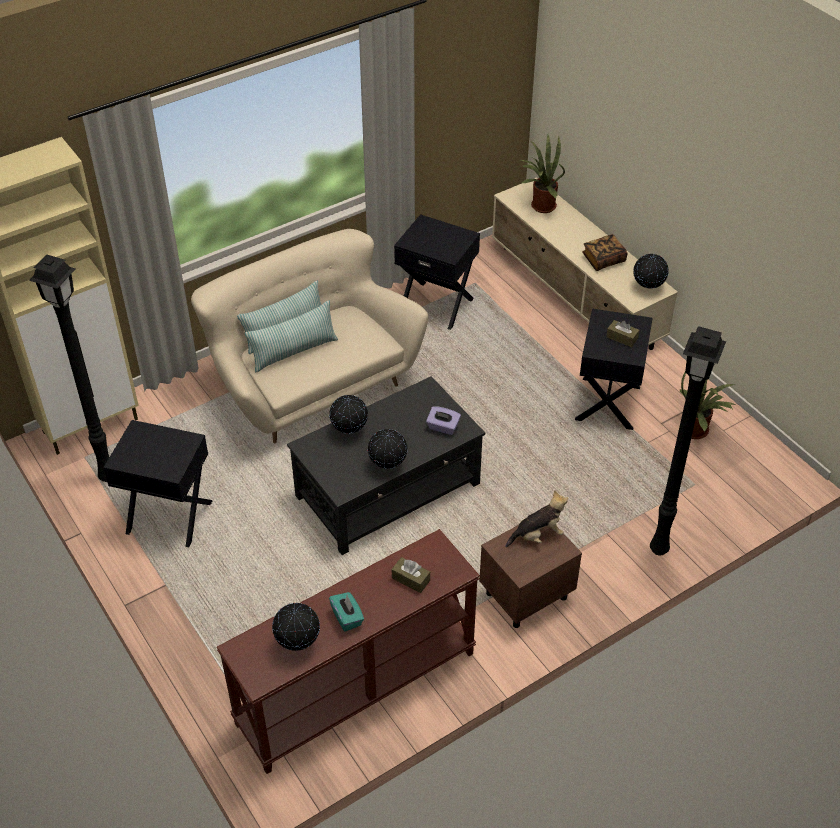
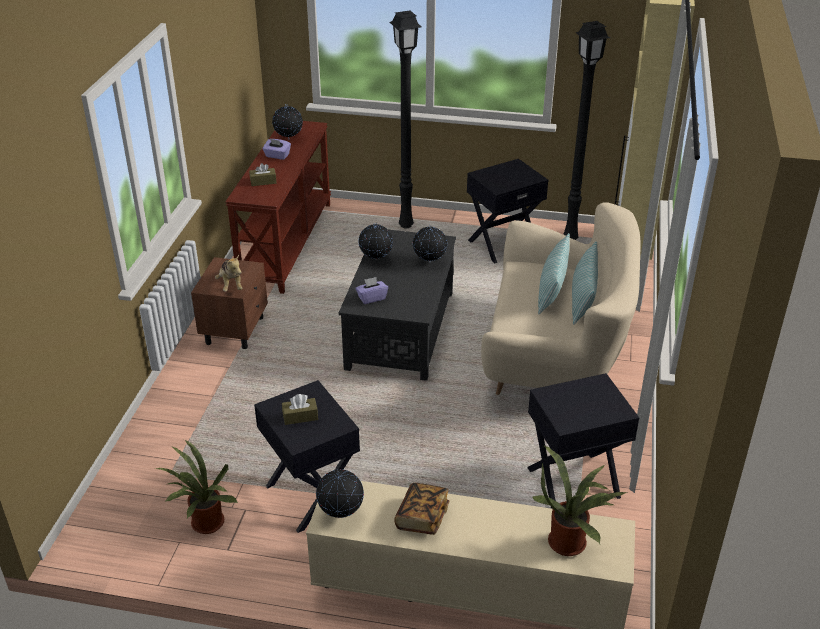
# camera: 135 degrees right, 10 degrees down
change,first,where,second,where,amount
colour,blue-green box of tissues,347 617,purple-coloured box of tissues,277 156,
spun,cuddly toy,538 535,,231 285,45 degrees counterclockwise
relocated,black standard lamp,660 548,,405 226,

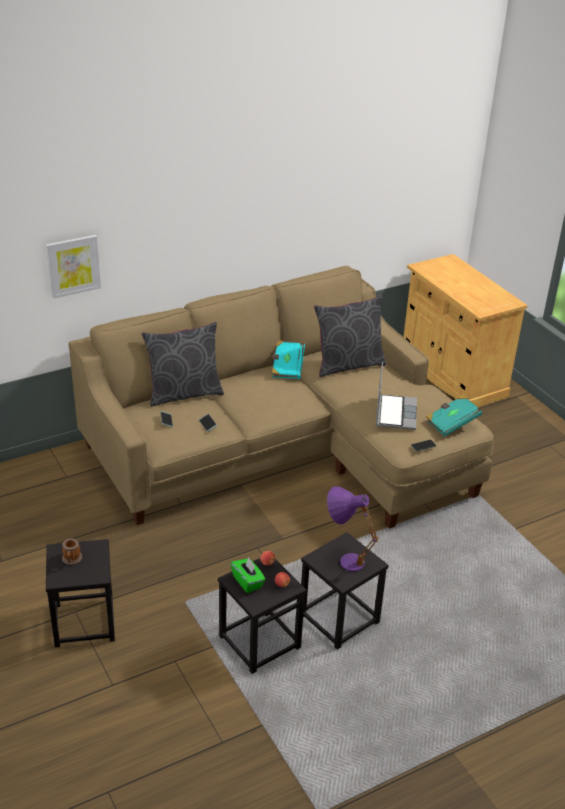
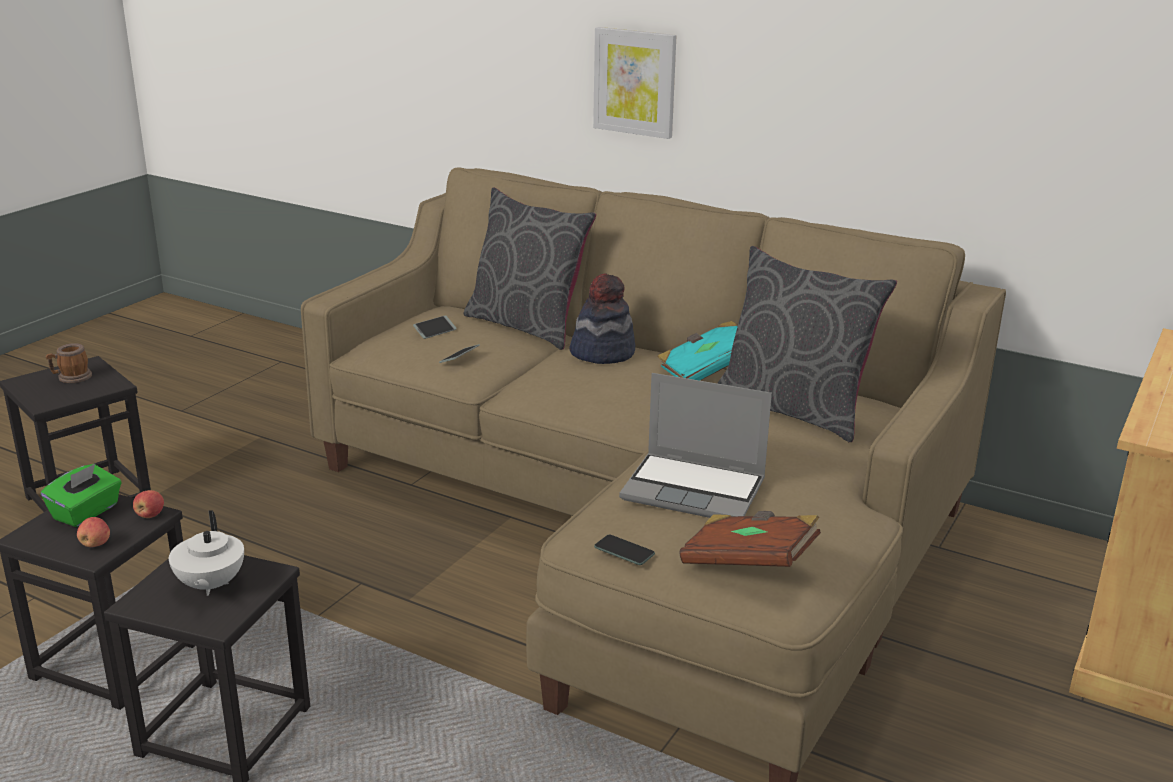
# camera: 60 degrees right, 10 degrees down
change,first,where,second,where,amount
relocated,wall picture,73 265,,635 82,
exchanged,purple-coloured tabletop lamp,344 558,white-coloured tea pot,210 585,
spun,laptop,395 413,,695 489,45 degrees clockwise
colour,blue-green bound book,452 423,brown-coloured bound book,748 562,
appeared,,,wearable hat,602 353,

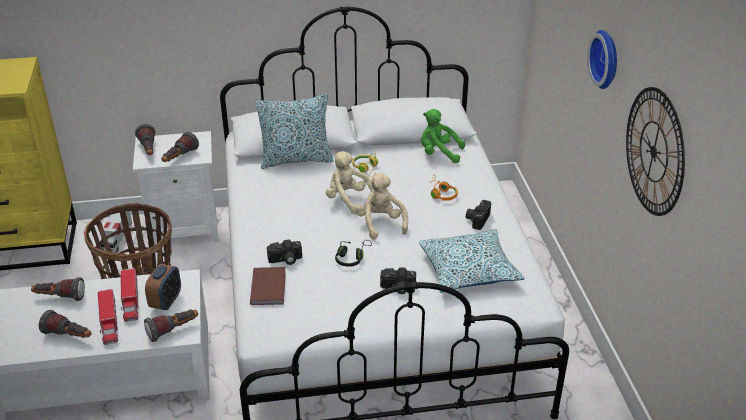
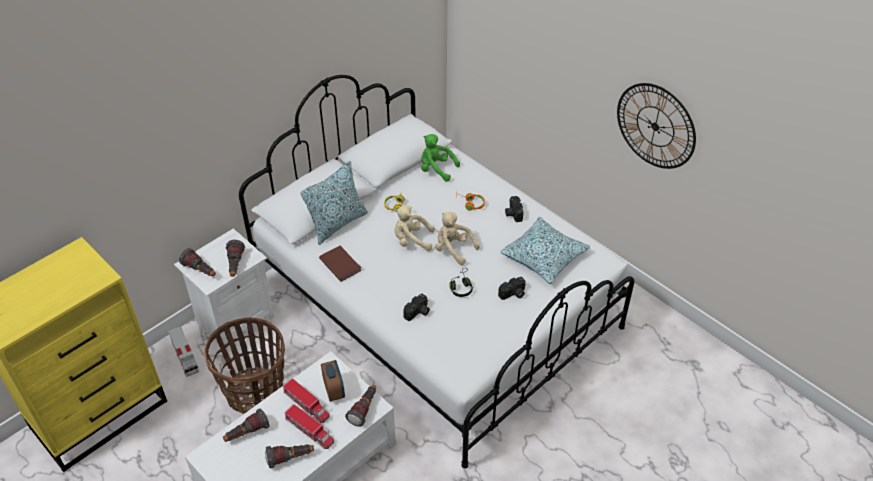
# camera: 35 degrees left, 10 degrees up
change,first,where,second,where,amount
relocated,brown-coloured bound book,269 287,,341 264,
spun,greenish cuddly toy,439 153,,436 169,45 degrees clockwise
missing,clock on the wall,607 59,,,

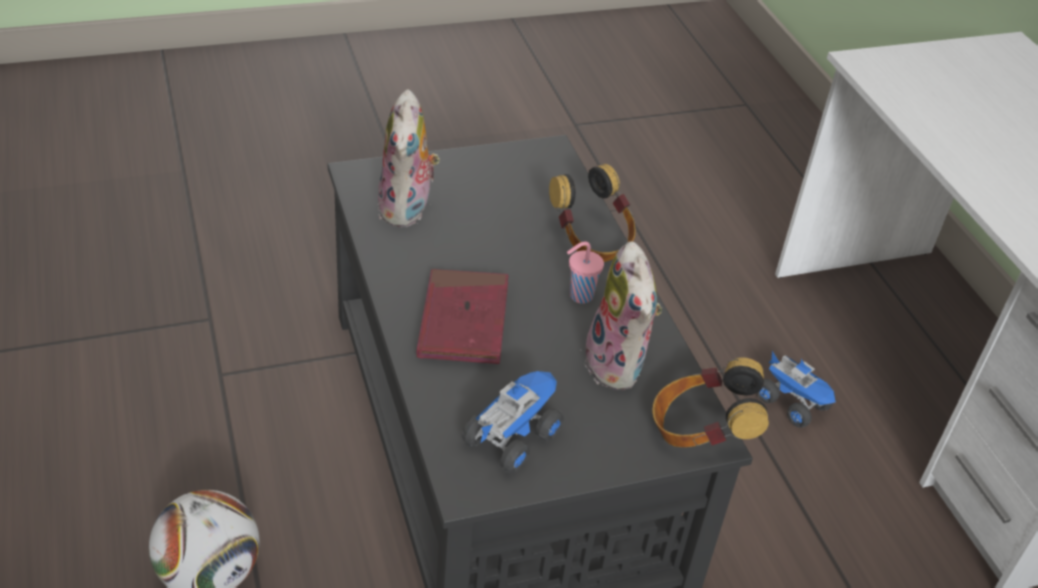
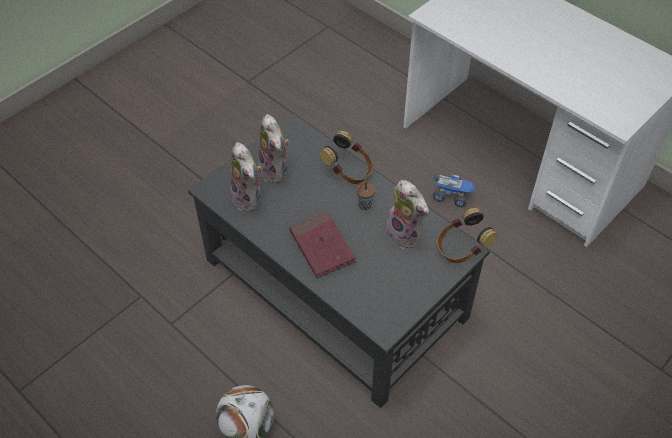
# camera: 25 degrees left, 10 degrees up
change,first,where,second,where,amount
missing,toy truck,512 437,,,
colour,pink-coloured drinking cup,579 296,brown-coloured drinking cup,364 205,
appeared,,,cuddly toy,276 170,

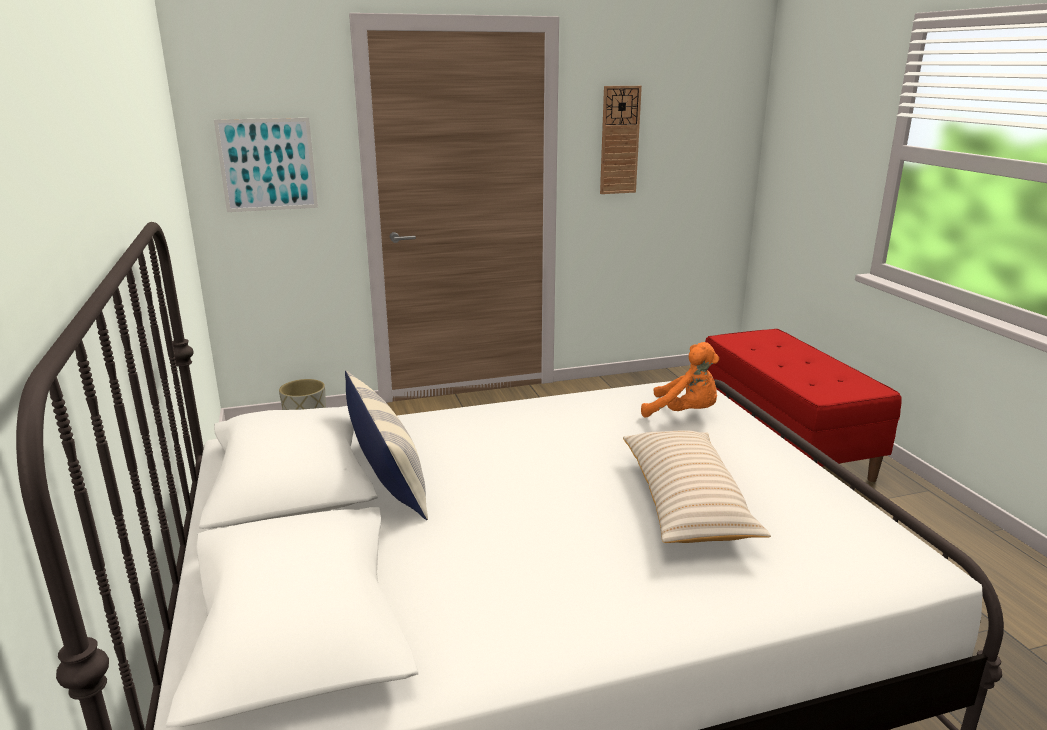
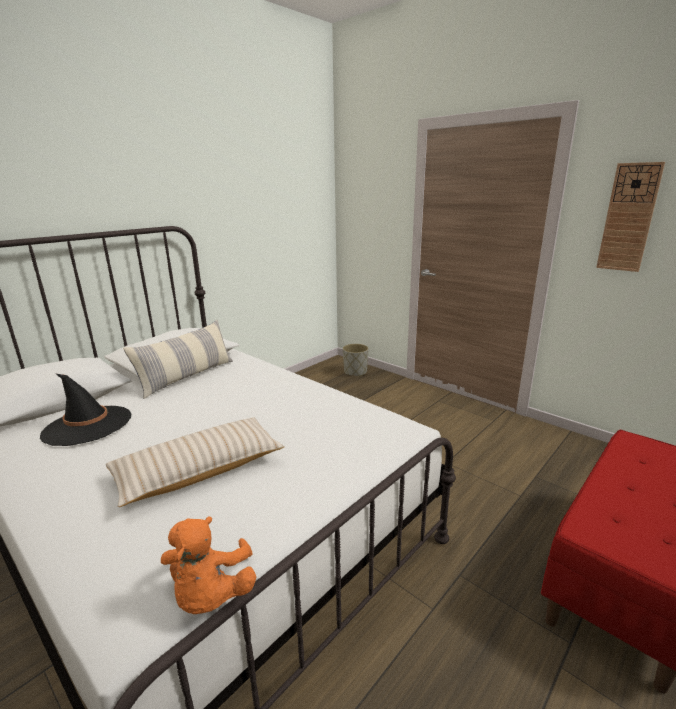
# camera: 60 degrees right, 0 degrees up
change,first,where,second,where,amount
missing,wall picture,267 165,,,
relocated,orange cuddly toy,684 413,,211 594,
appeared,,,black wearable hat,87 425,

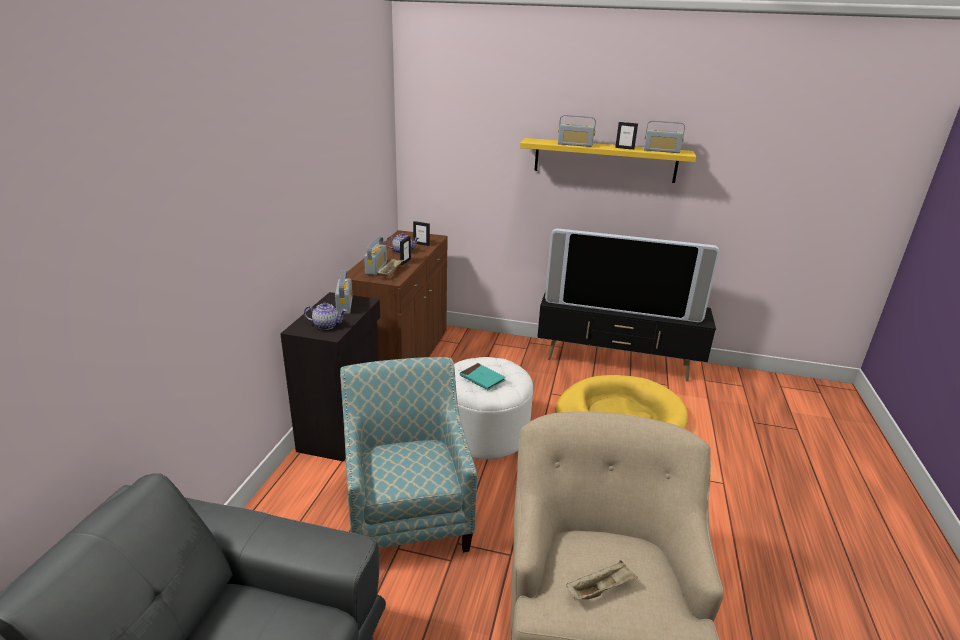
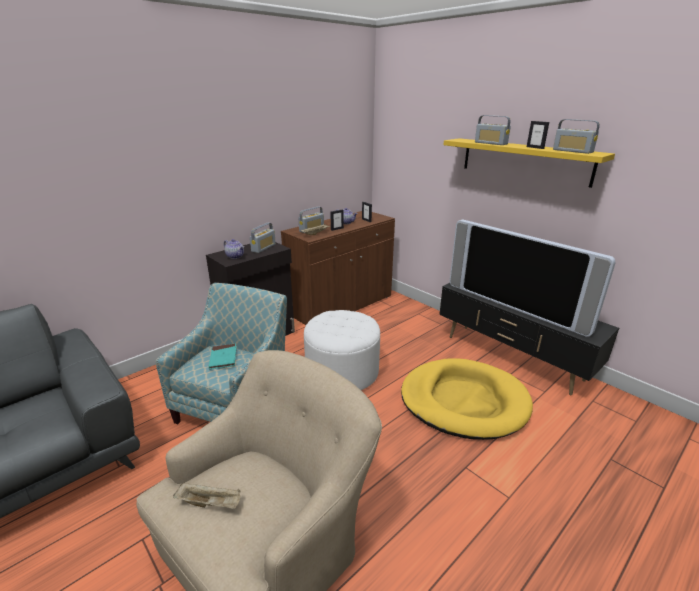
# camera: 35 degrees right, 0 degrees up
change,first,where,second,where,amount
relocated,blue-green bound book,482 378,,223 358,

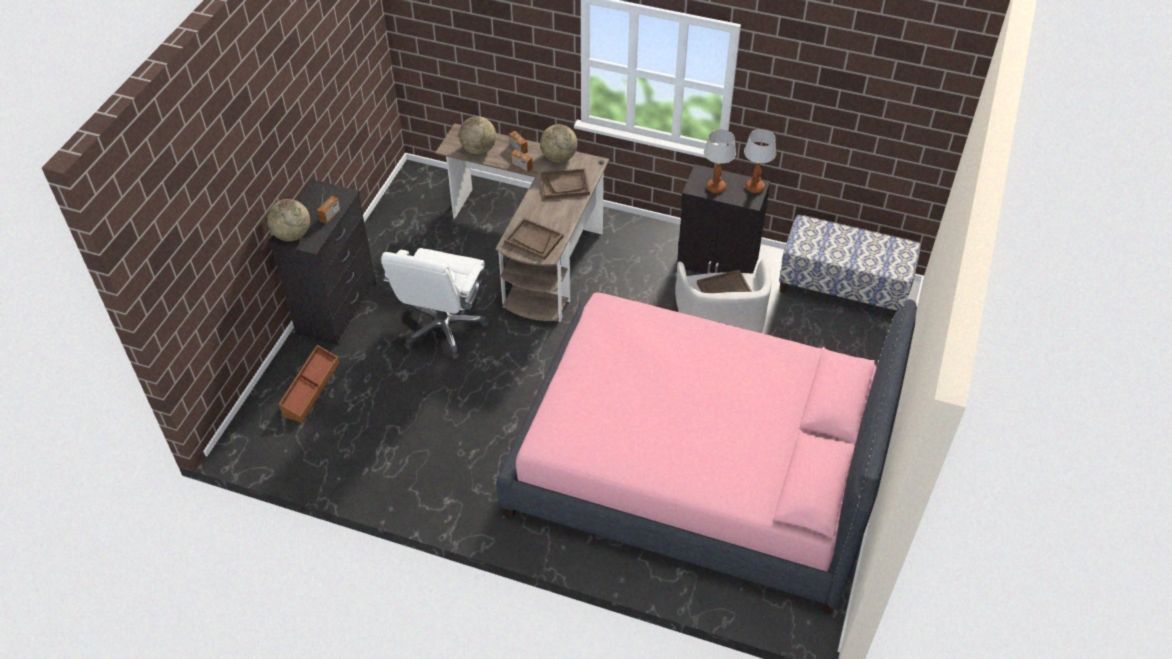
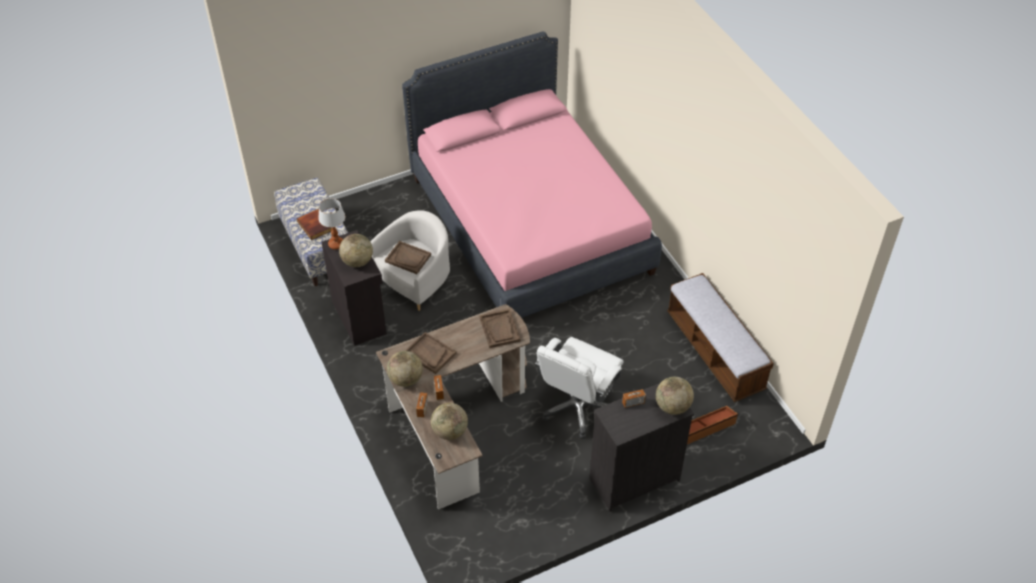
# camera: 135 degrees left, 0 degrees up
change,first,where,second,where,amount
spun,white-coloured desk chair,443 328,,577 407,150 degrees clockwise
exchanged,tabletop lamp,715 187,world globe,357 261,
appeared,,,bound book,316 226,
appeared,,,bench,715 352,

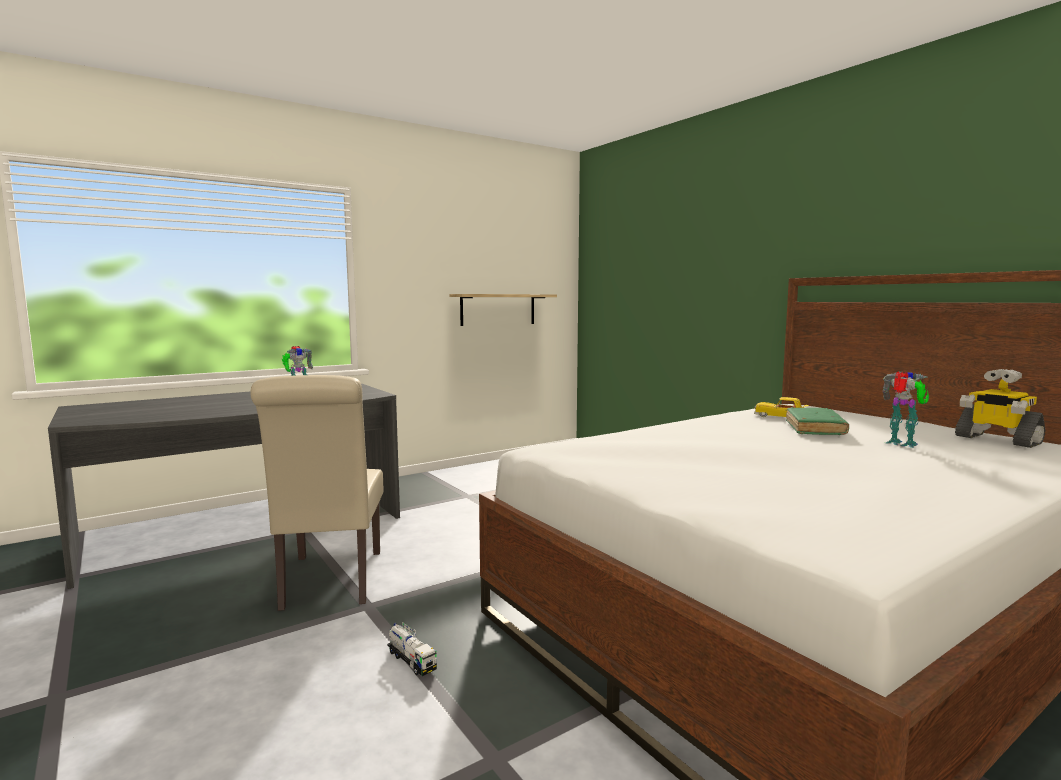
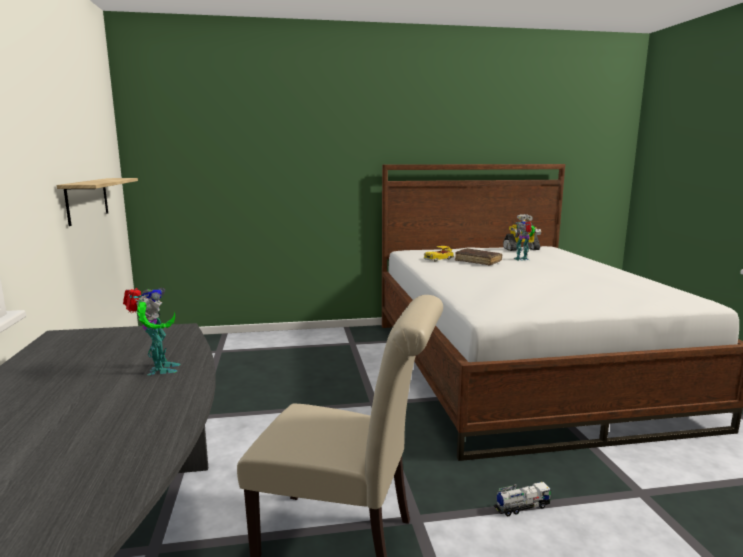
# camera: 65 degrees left, 5 degrees up
change,first,where,second,where,amount
colour,greenish bound book,815 429,brown-coloured bound book,478 261,

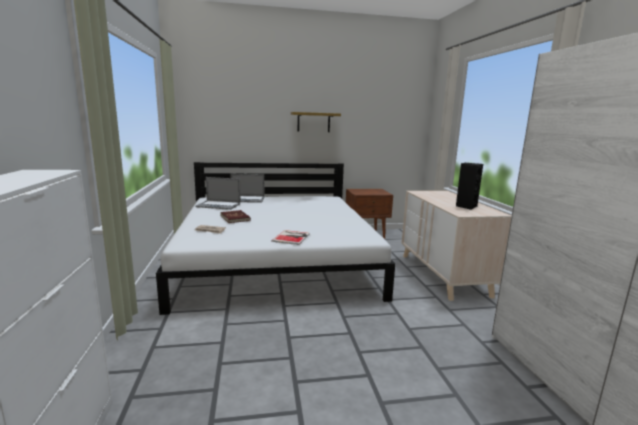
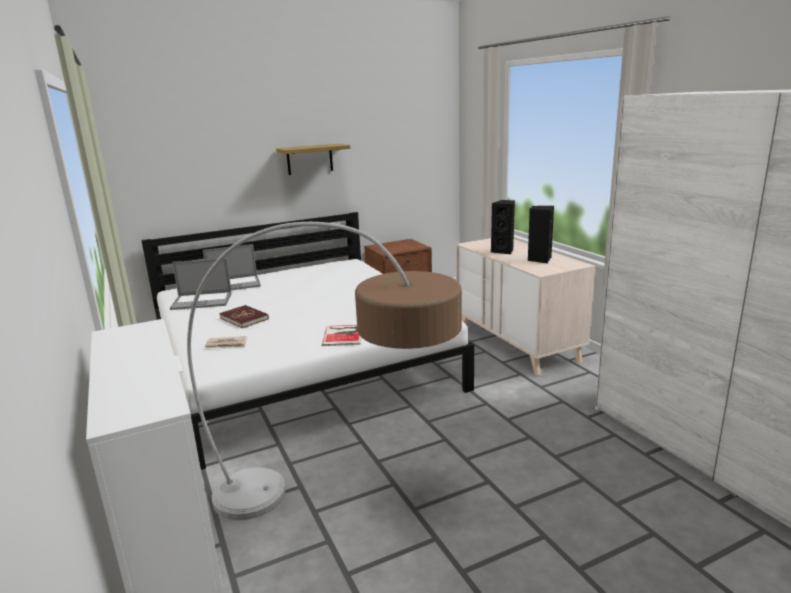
# camera: 15 degrees left, 5 degrees up
change,first,where,second,where,amount
appeared,,,standard lamp,345 501,
appeared,,,black audio speaker,503 251,

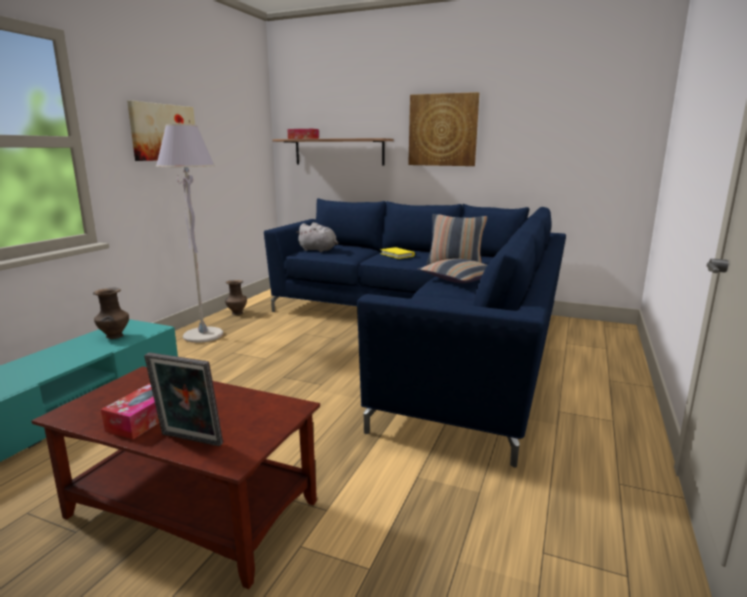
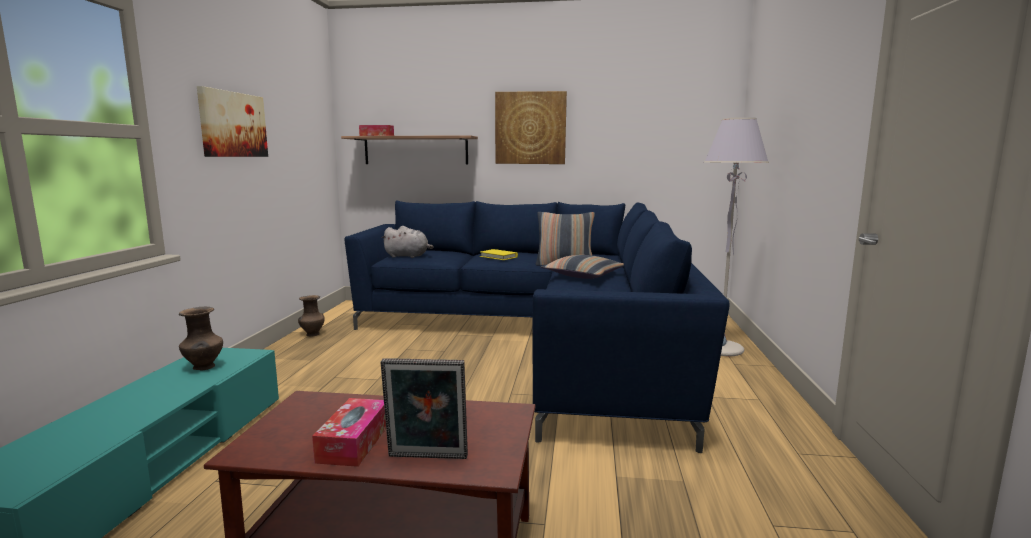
# camera: 15 degrees left, 5 degrees down
change,first,where,second,where,amount
relocated,grey standard lamp,203 336,,721 349,

